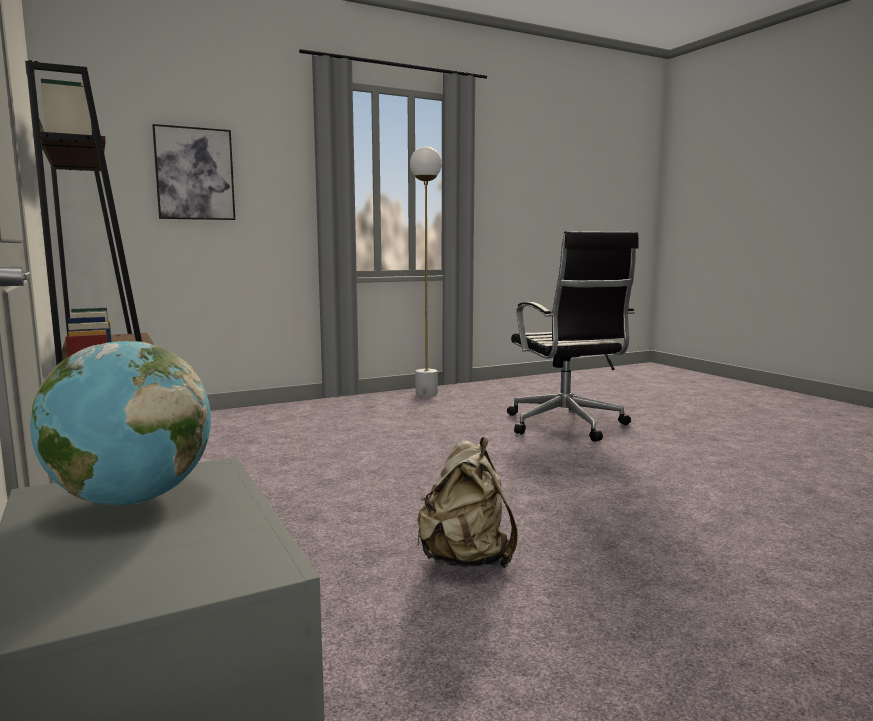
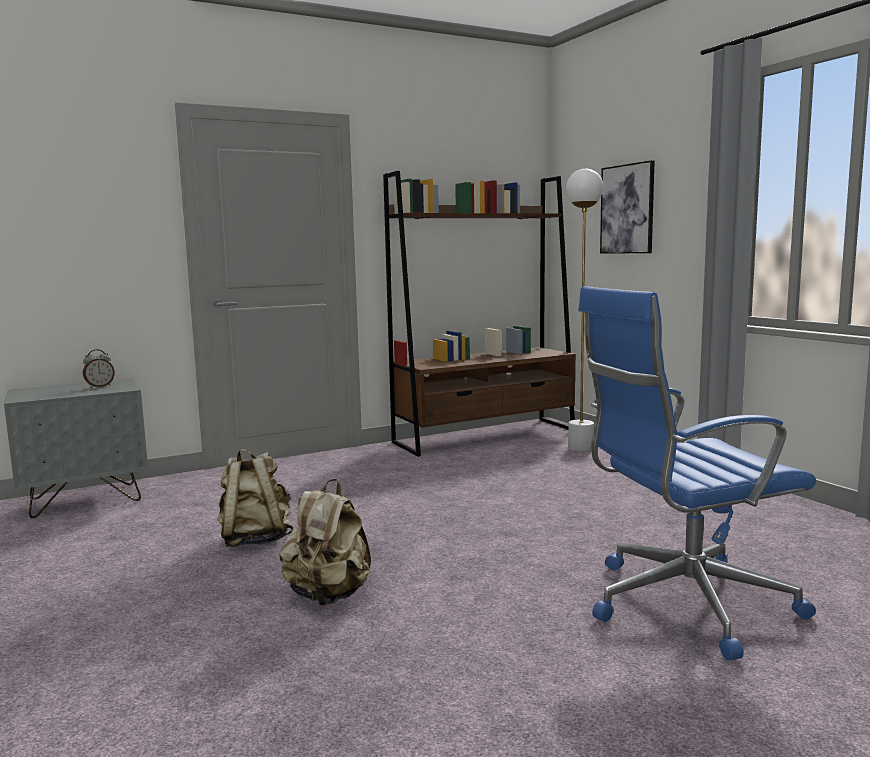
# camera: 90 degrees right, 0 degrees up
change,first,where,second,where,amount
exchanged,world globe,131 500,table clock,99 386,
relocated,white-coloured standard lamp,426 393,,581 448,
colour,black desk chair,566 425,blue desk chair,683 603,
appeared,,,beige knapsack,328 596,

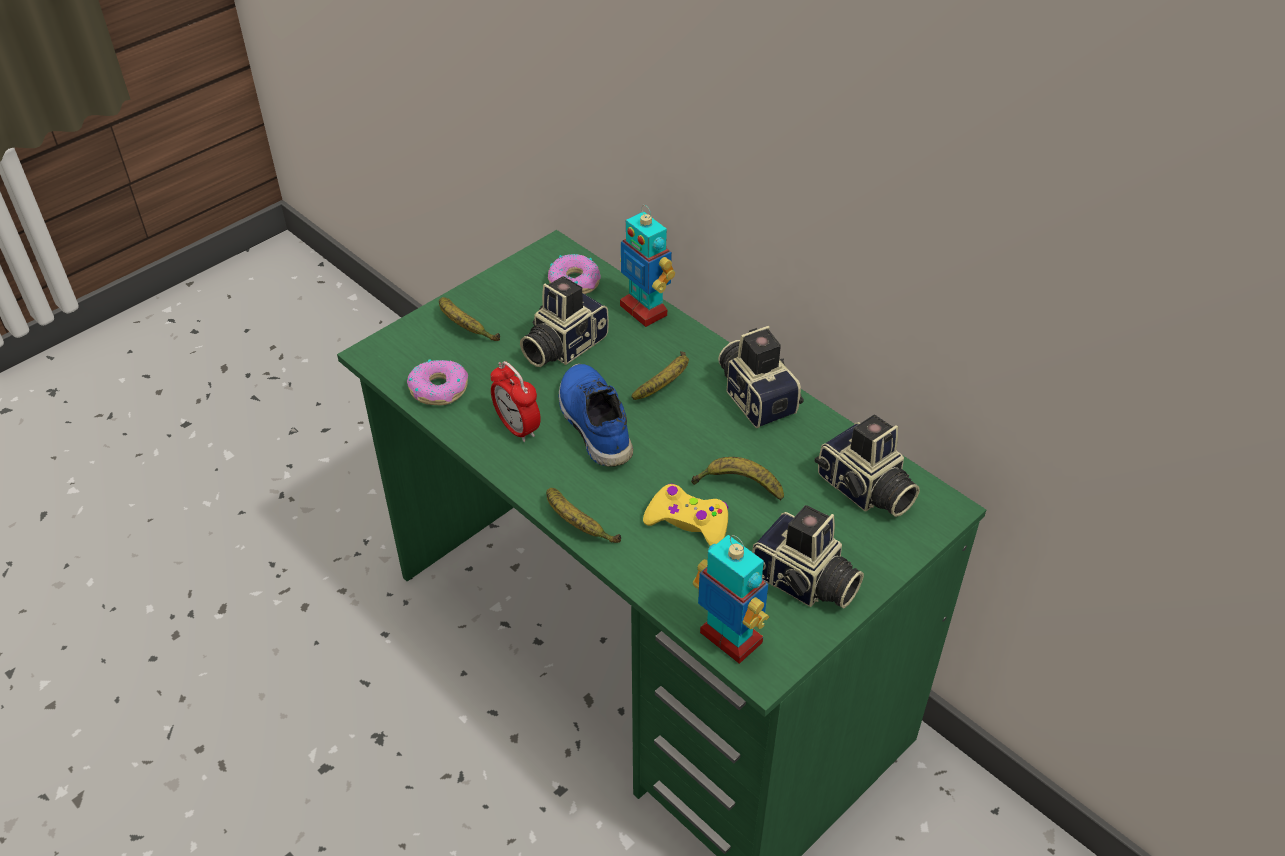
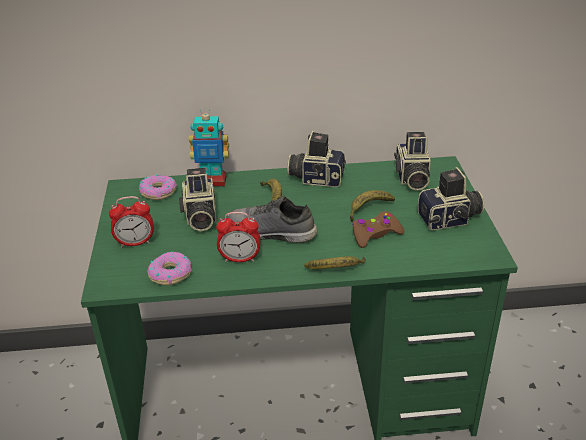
# camera: 50 degrees left, 10 degrees down
change,first,where,second,where,amount
exchanged,banana,465 327,table clock,135 243,
colour,blue low shoe,593 424,grey low shoe,270 233,
colour,yellow-coloured game controller,688 522,brown-coloured game controller,375 234,
missing,toy robot,729 639,,,
spun,photo camera,864 490,,411 178,90 degrees clockwise

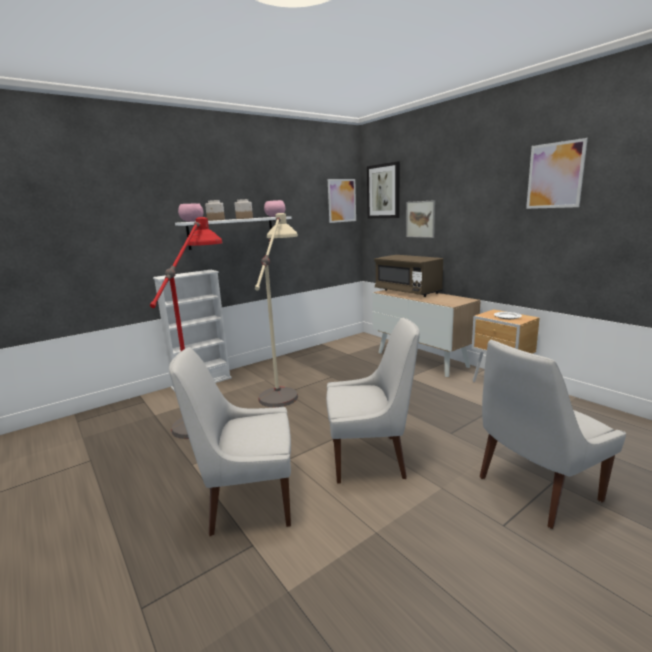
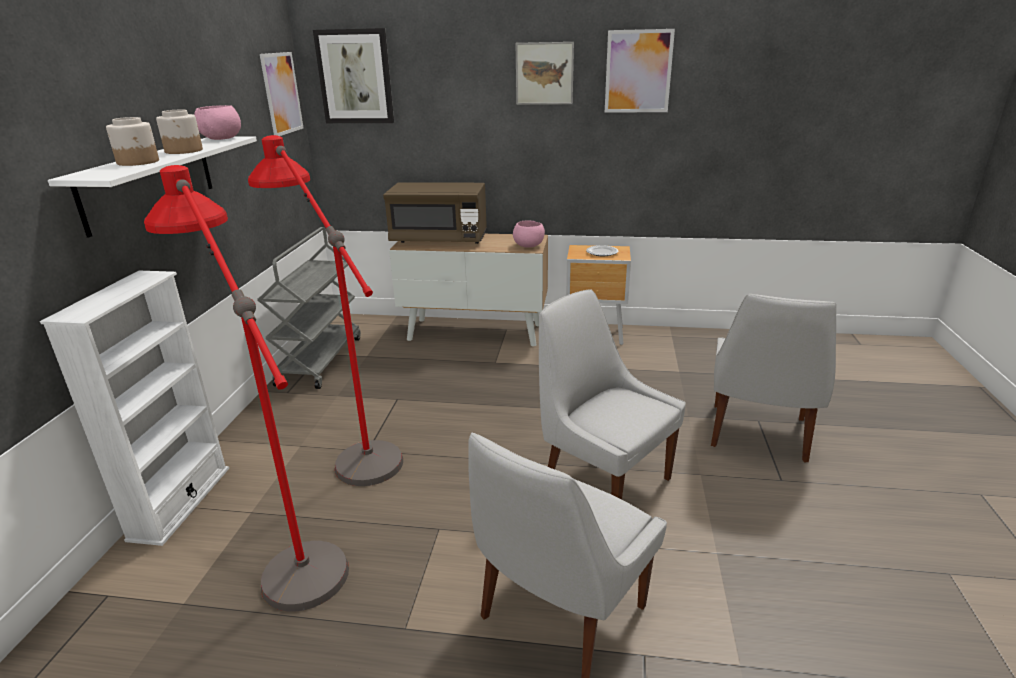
# camera: 45 degrees left, 10 degrees up
change,first,where,second,where,amount
relocated,pink-coloured deep dish,192 221,,529 246,
colour,beige standard lamp,284 386,red standard lamp,348 442,
spun,white-coloured chair,371 458,,602 481,90 degrees counterclockwise
relocated,wall picture,420 219,,544 73,
appeared,,,grey trolley,320 360,

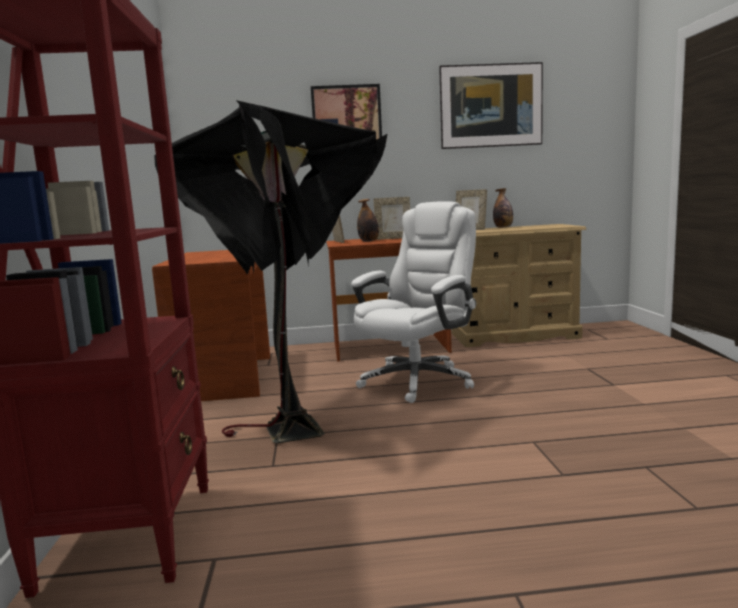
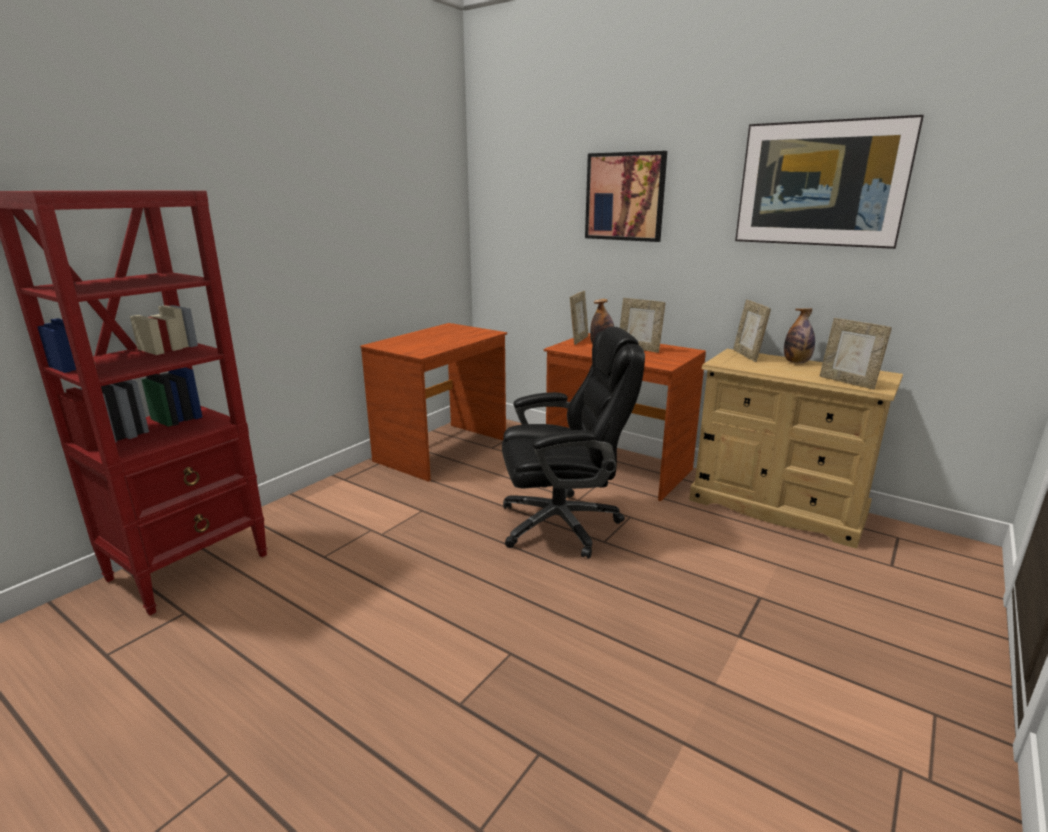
# camera: 40 degrees right, 10 degrees up
change,first,where,second,where,amount
missing,black standard lamp,292 425,,,
colour,white-coloured desk chair,418 380,black desk chair,562 524,
appeared,,,picture frame,848 382,

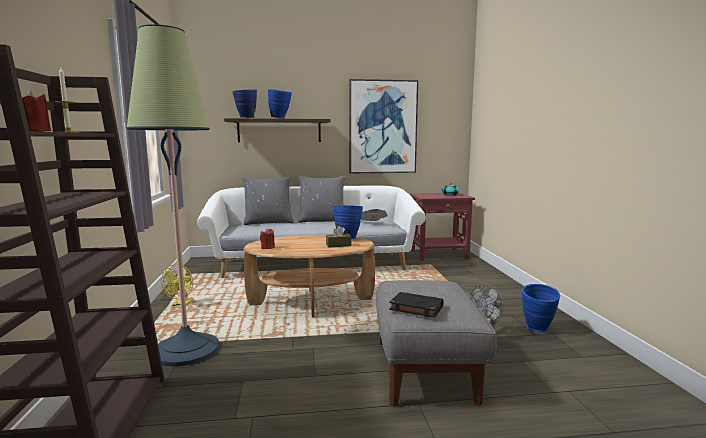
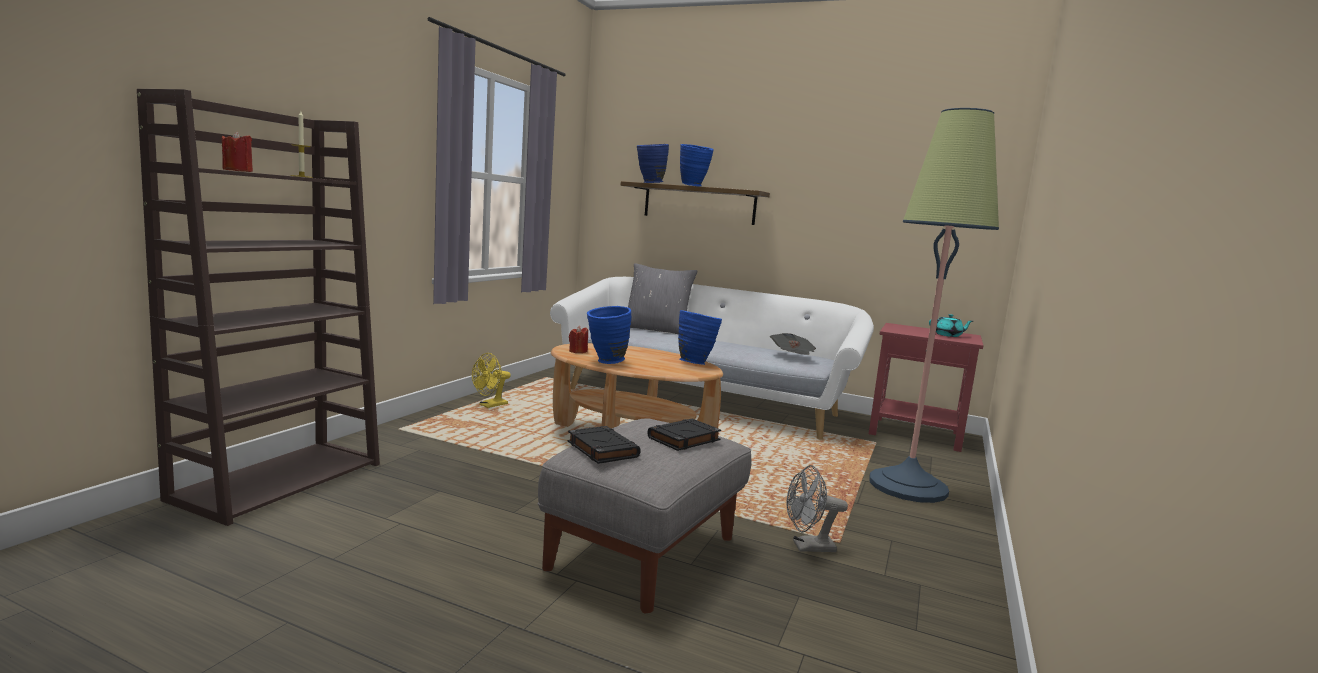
# camera: 30 degrees right, 0 degrees up
change,first,where,second,where,amount
relocated,standard lamp,186 350,,907 486,
missing,grey cushion,322 221,,,
missing,brown-coloured box of tissues,338 245,,,
missing,wall picture,382 127,,,
relocated,blue flower vase,538 330,,605 362,
appeared,,,black bound book,683 439,

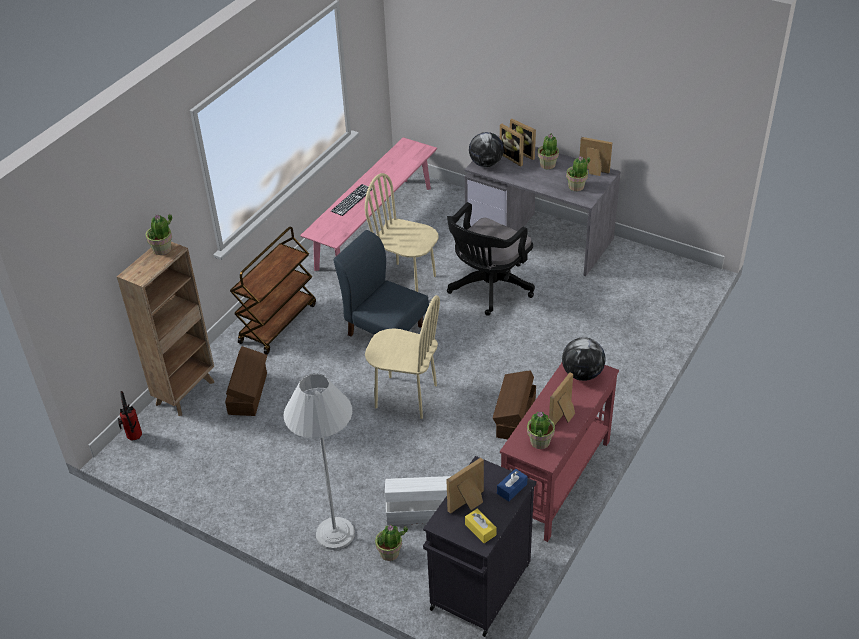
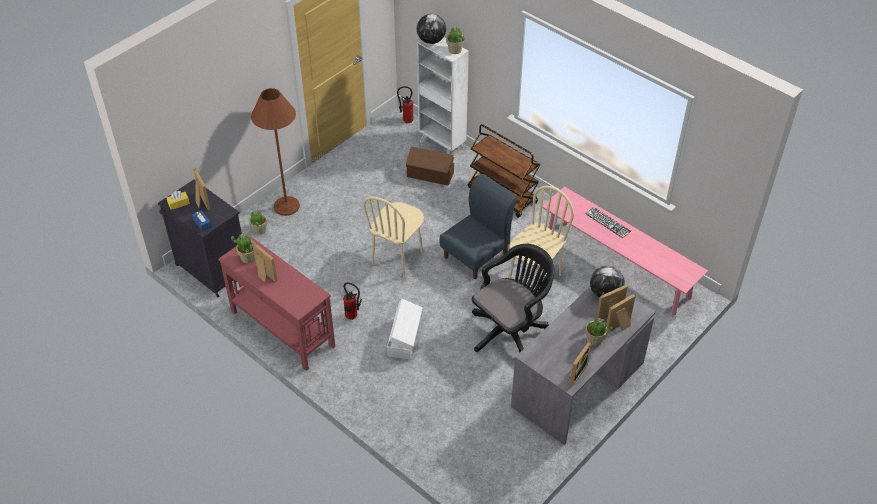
# camera: 100 degrees right, 5 degrees up
change,first,where,second,where,amount
colour,brown-coloured bookcase,186 392,white-coloured bookcase,442 145,
colour,white-coloured standard lamp,335 533,brown-coloured standard lamp,286 206,
relocated,white-coloured storage box,419 510,,404 338,
spun,black desk chair,488 289,,511 330,90 degrees clockwise
exchanged,brown-coloured storage box,515 417,fire extinguisher,352 317,
relocated,world globe,582 374,,431 40,
missing,houseplant,576 186,,,

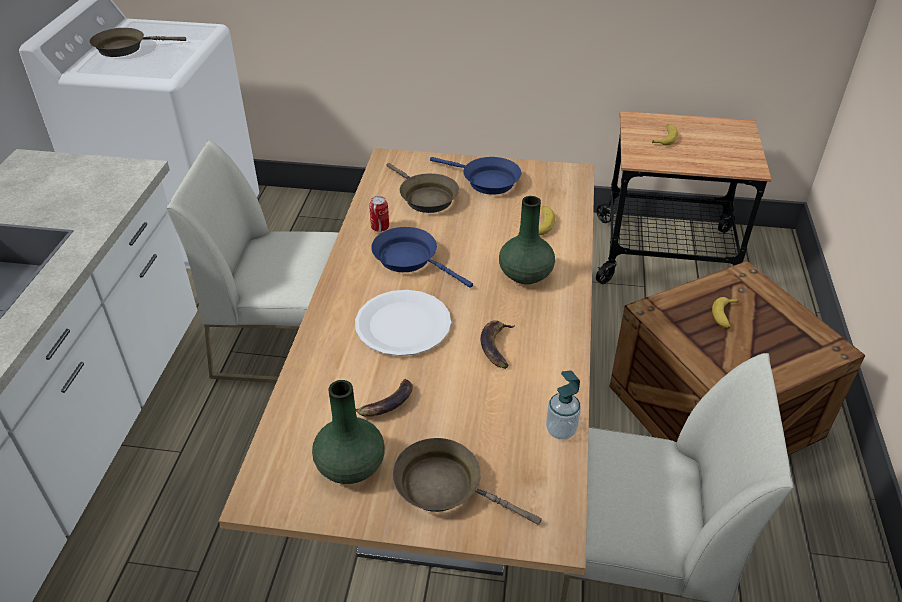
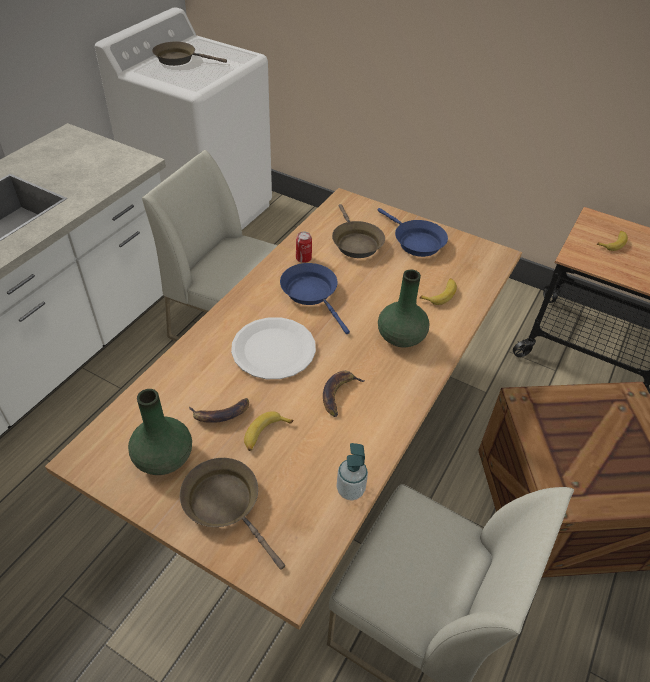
# camera: 20 degrees right, 5 degrees up
change,first,where,second,where,amount
relocated,banana,725 316,,265 434,

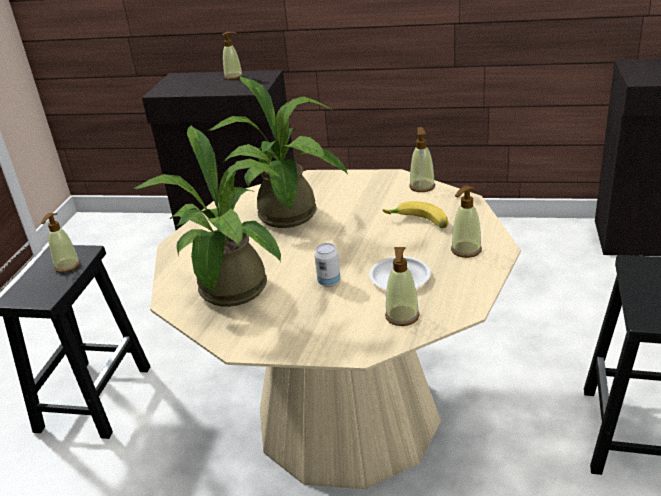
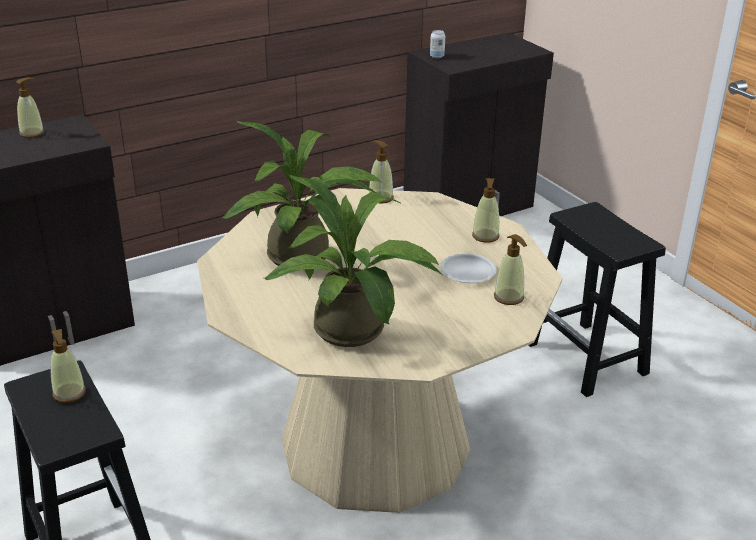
# camera: 45 degrees left, 0 degrees up
change,first,where,second,where,amount
relocated,metal can,329 282,,437 56,
missing,banana,418 223,,,

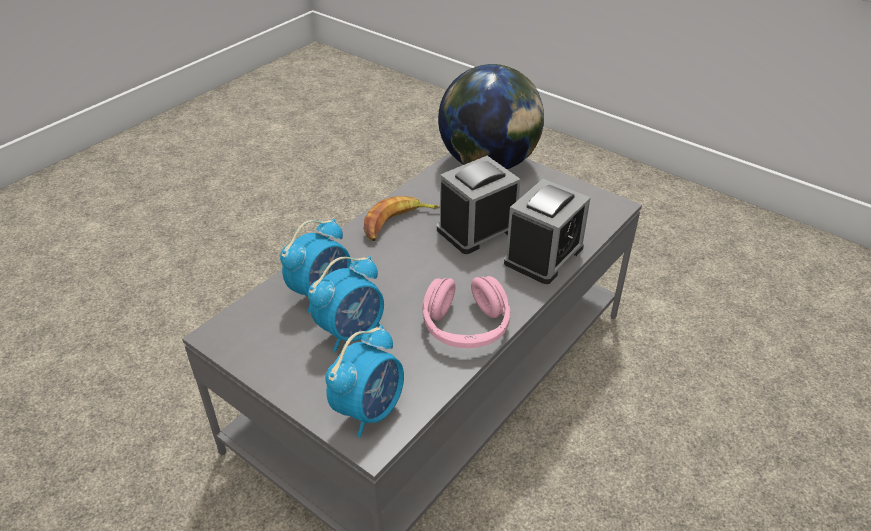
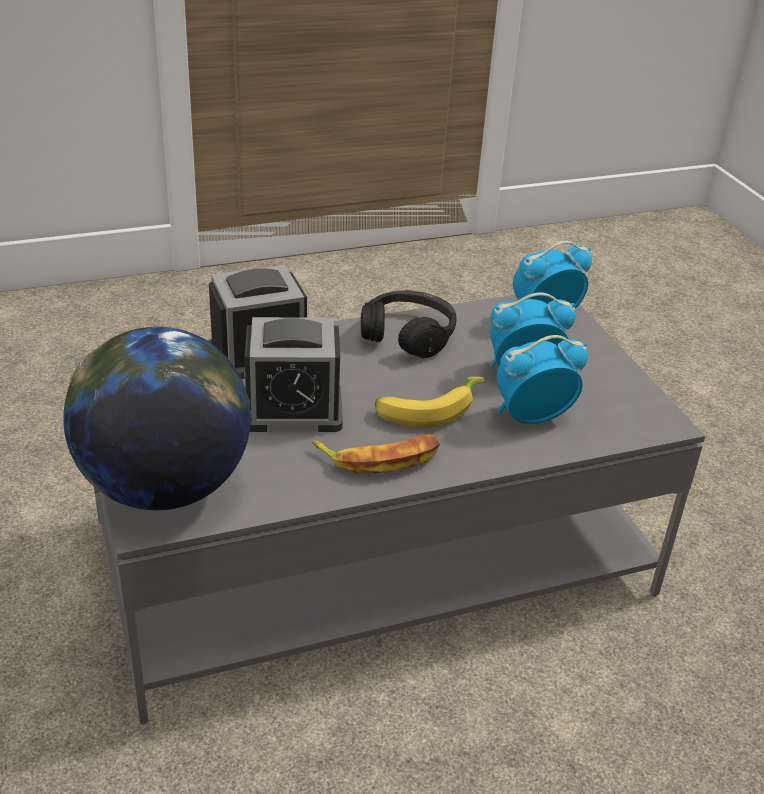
# camera: 150 degrees left, 5 degrees down
change,first,where,second,where,amount
colour,pink-coloured headphones,466 326,black headphones,408 335,
appeared,,,banana,427 409,

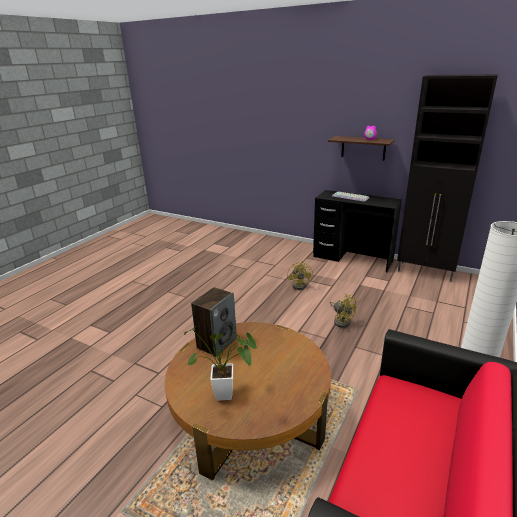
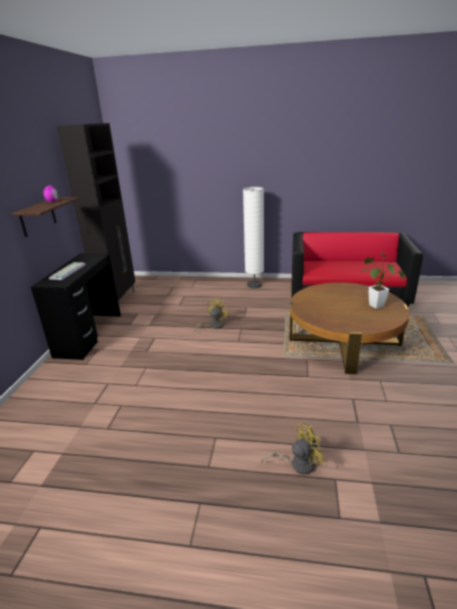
# camera: 110 degrees left, 0 degrees up
change,first,where,second,where,amount
missing,audio speaker,217 343,,,
relocated,yellow-coloured cooling fan,301 285,,297 464,

